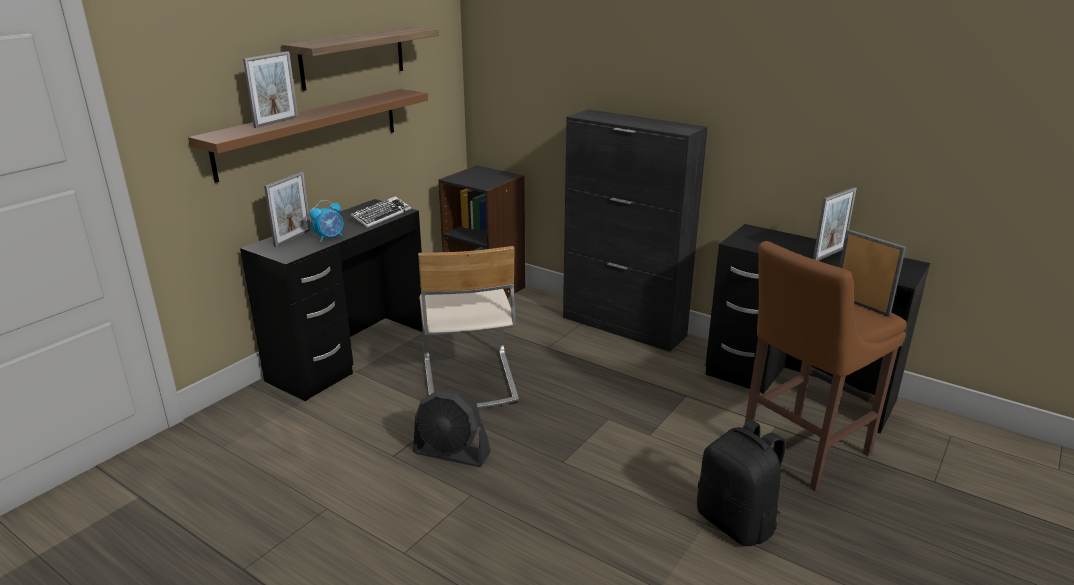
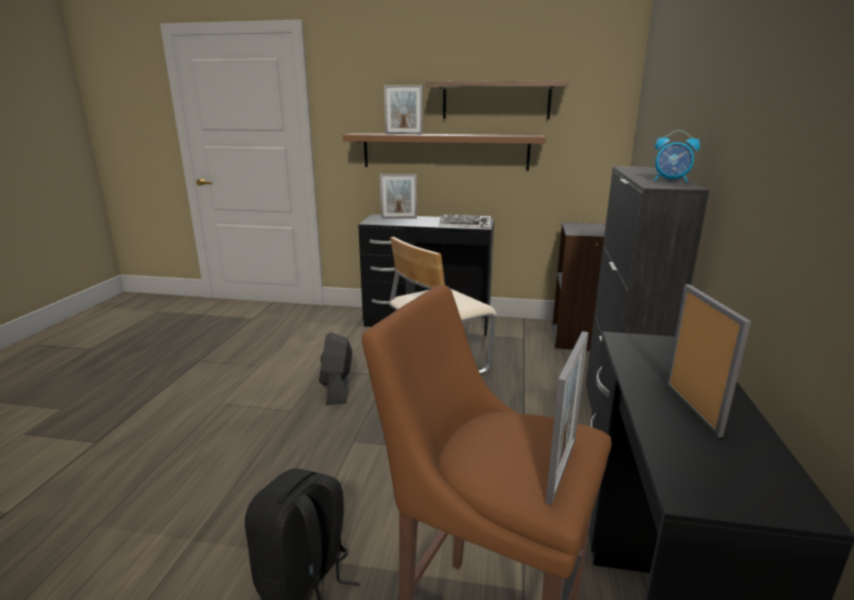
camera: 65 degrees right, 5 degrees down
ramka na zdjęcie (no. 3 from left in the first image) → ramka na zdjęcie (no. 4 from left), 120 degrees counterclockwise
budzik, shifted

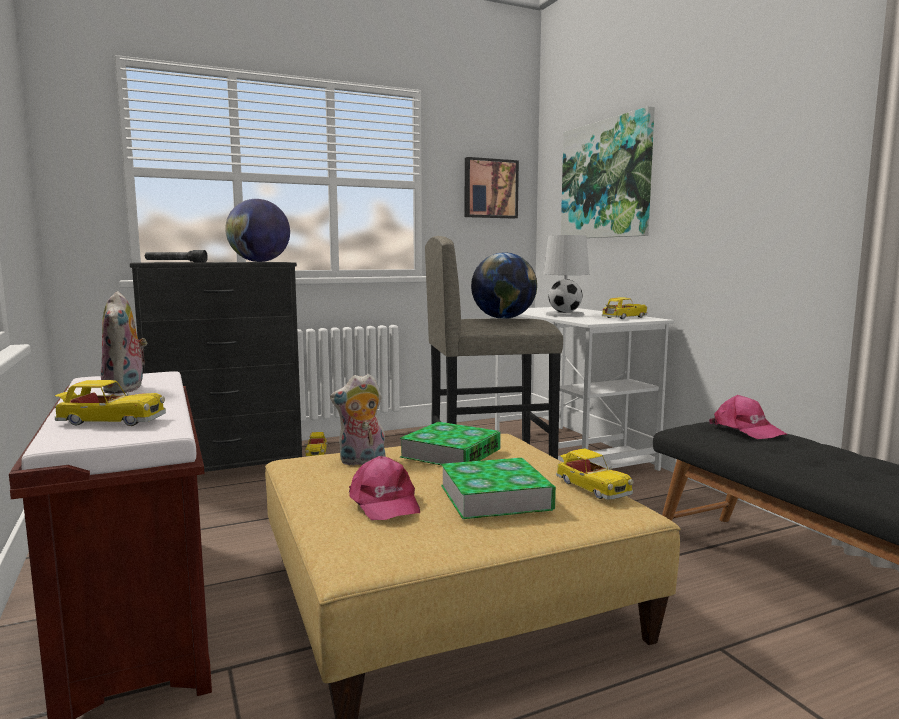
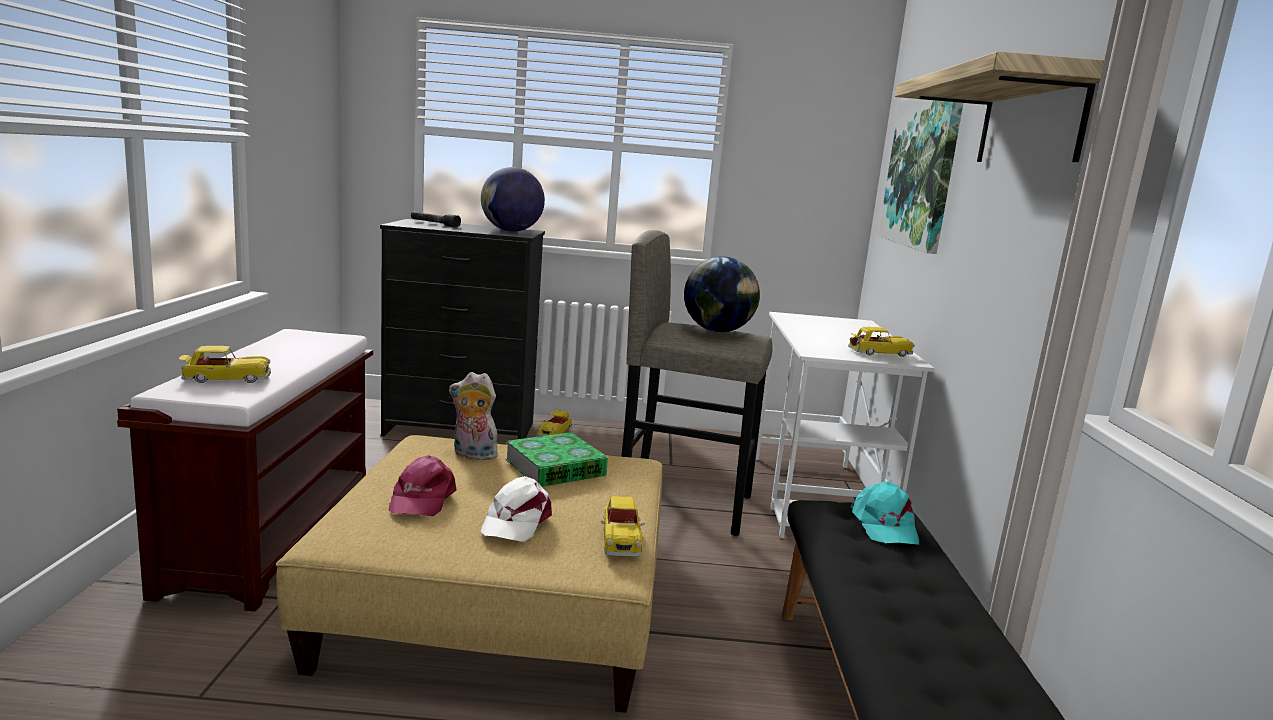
camera: 25 degrees right, 5 degrees up
obraz (no. 1 from left) → -
lampa stołowa (biały) → -
pluszak (no. 1 from left) → -
samochodzik (no. 1 from left), 45 degrees counterclockwise
czapka z daszkiem (różowy) (no. 2 from left) → czapka z daszkiem (turkusowy)
książka (no. 2 from left) → czapka z daszkiem (biały)
- → półka

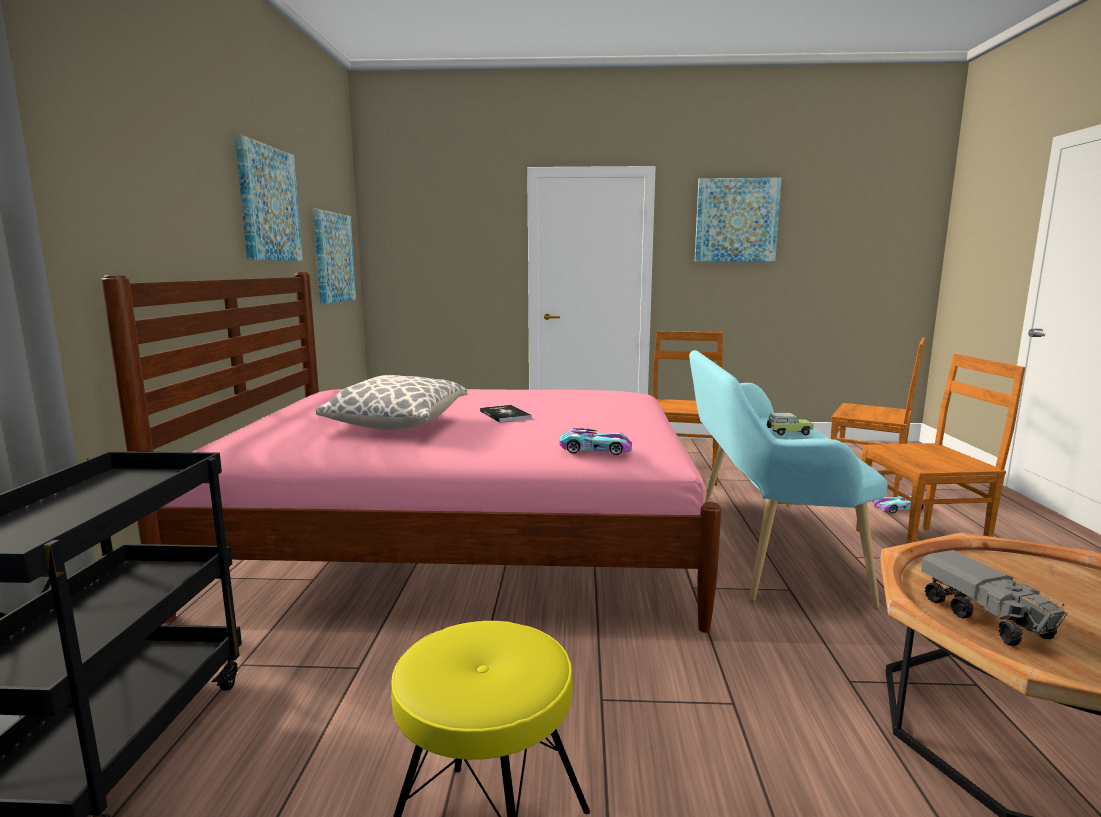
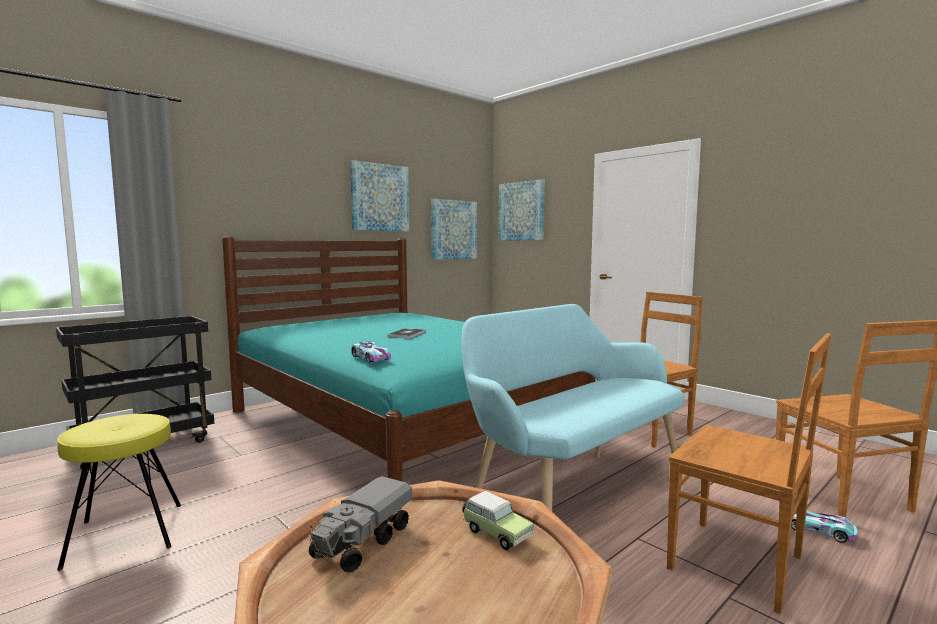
camera: 45 degrees right, 5 degrees down
obraz (no. 3 from left), shifted
łóżko (różowy) → łóżko (turkusowy)
poduszka → -
samochodzik (no. 2 from left), shifted

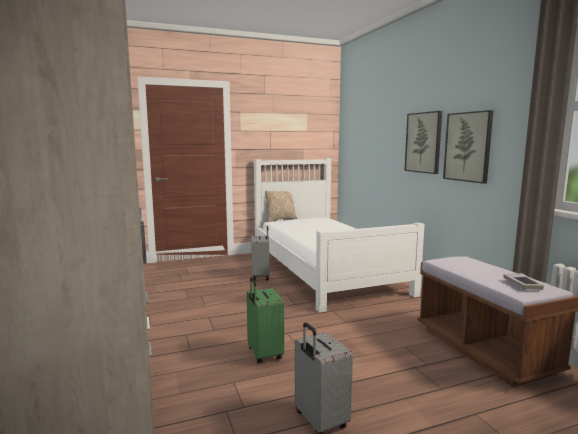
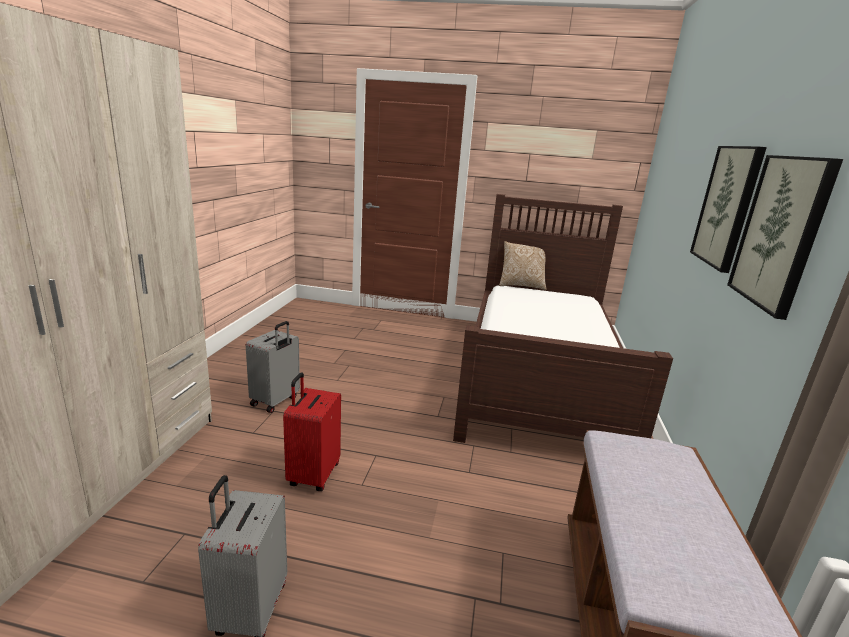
camera: 30 degrees right, 10 degrees up
łóżko (biały) → łóżko (brązowy)
walizka (szary) (no. 1 from left in the first image) → walizka (szary) (no. 2 from left), shifted
książka → -
walizka (zielony) → walizka (czerwony)

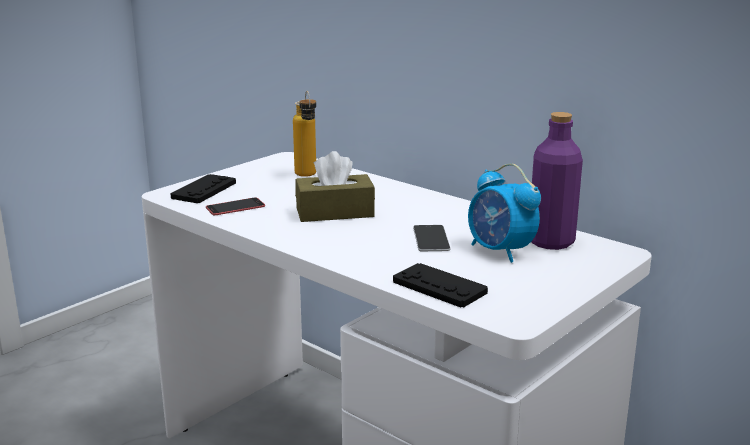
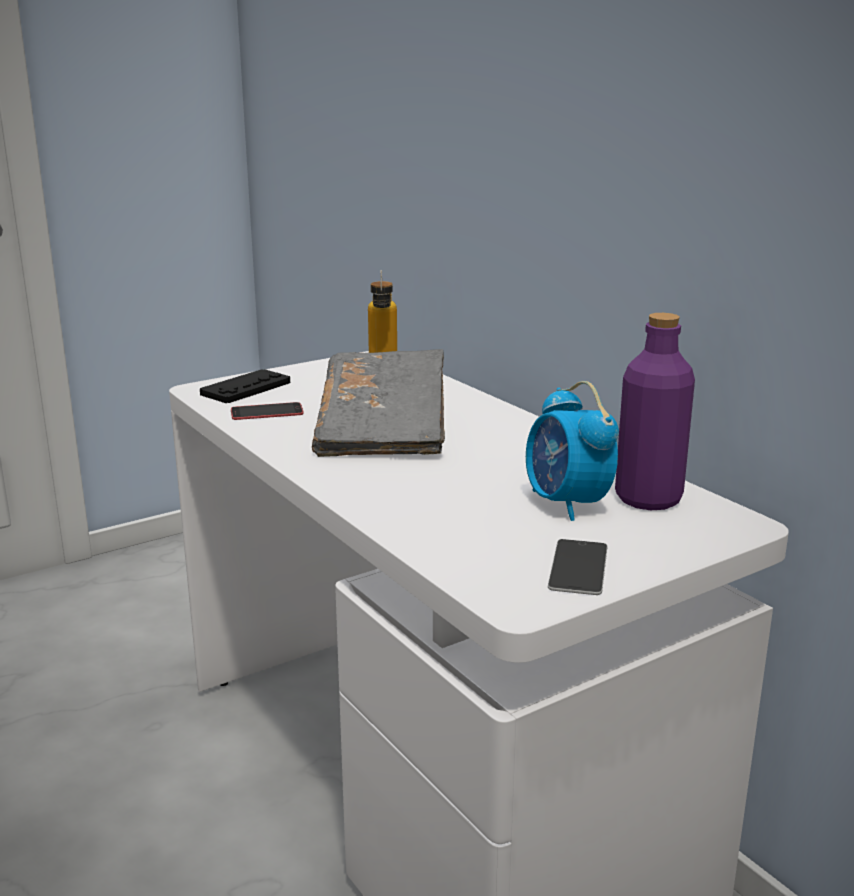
camera: 15 degrees right, 0 degrees up
pudełko chusteczek (brązowy) → książka (szary)
telefon (no. 2 from left), shifted
pad do gier (czarny) (no. 2 from left) → -

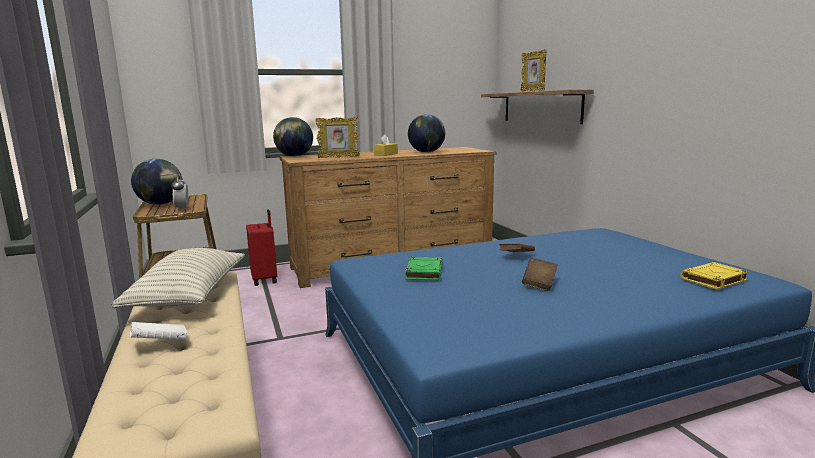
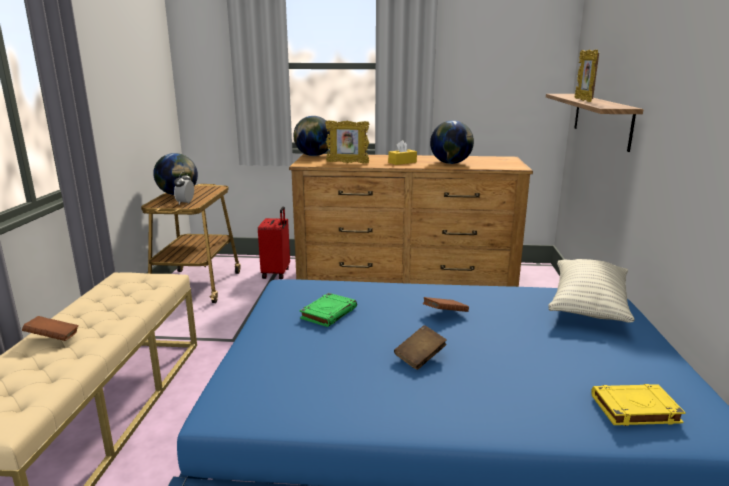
camera: 25 degrees right, 5 degrees up
poduszka, shifted
książka (biały) → książka (brązowy) (no. 1 from left)

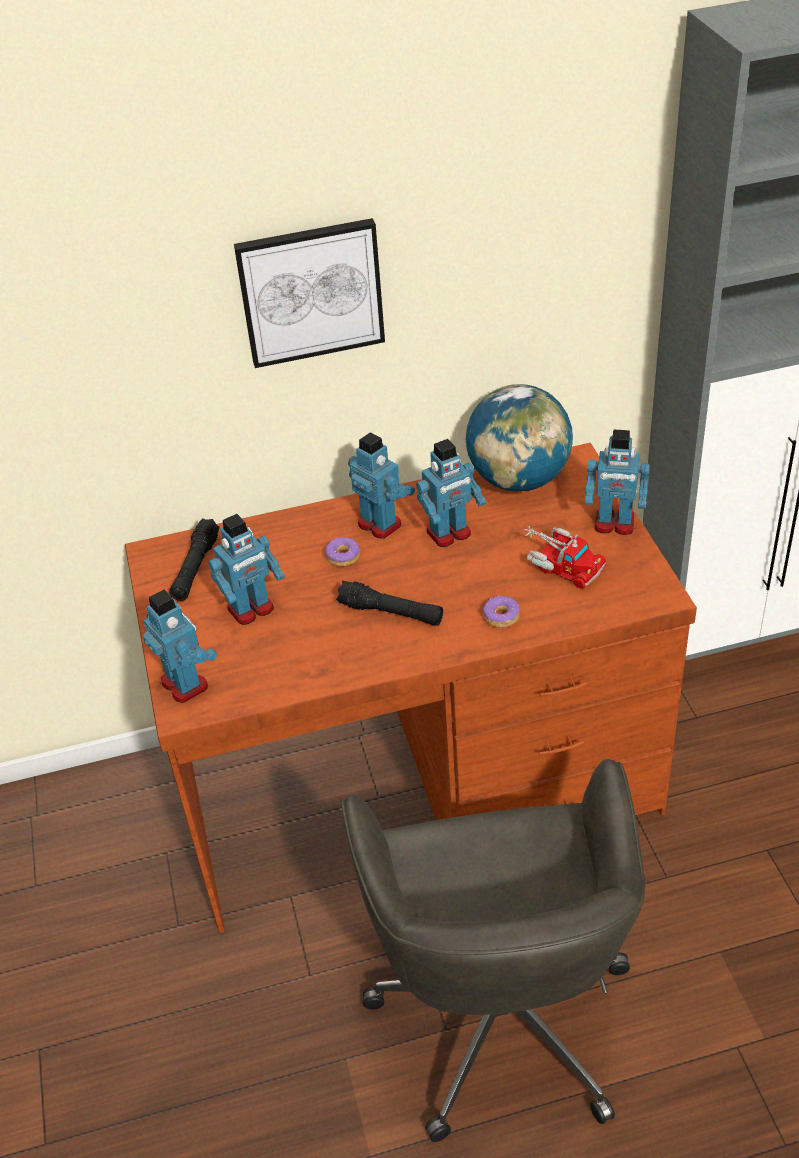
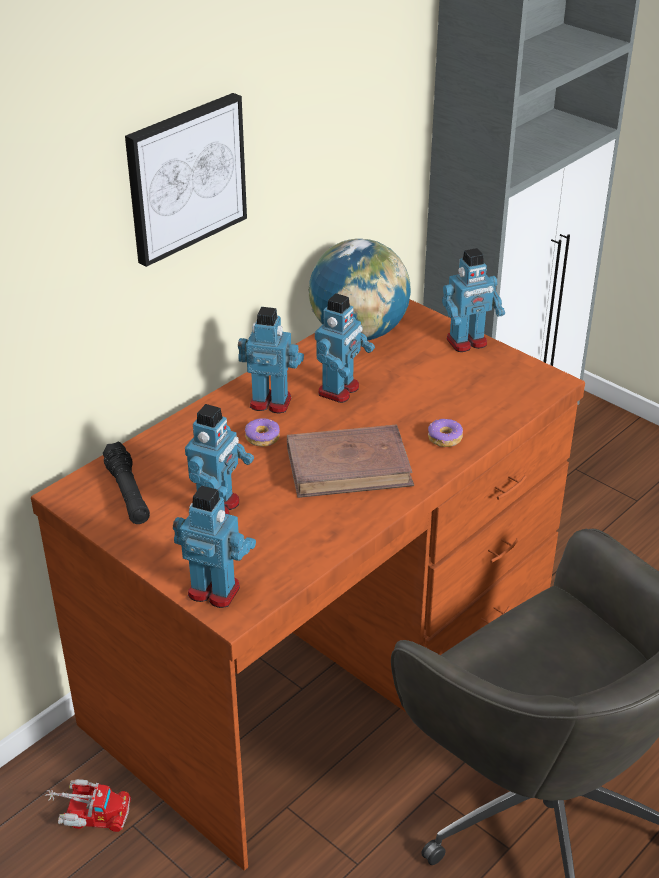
camera: 35 degrees left, 5 degrees down
ciężarówka zabawkowa, shifted
latarka (czarny) (no. 2 from left) → książka (brązowy)

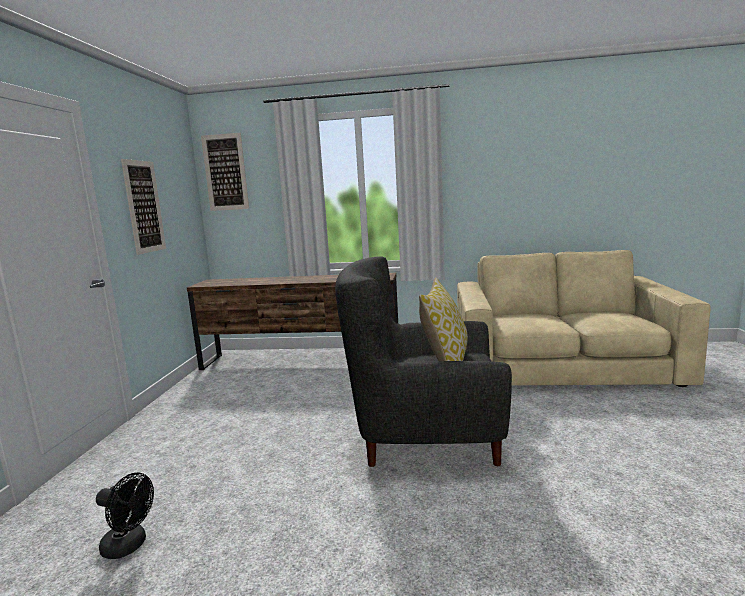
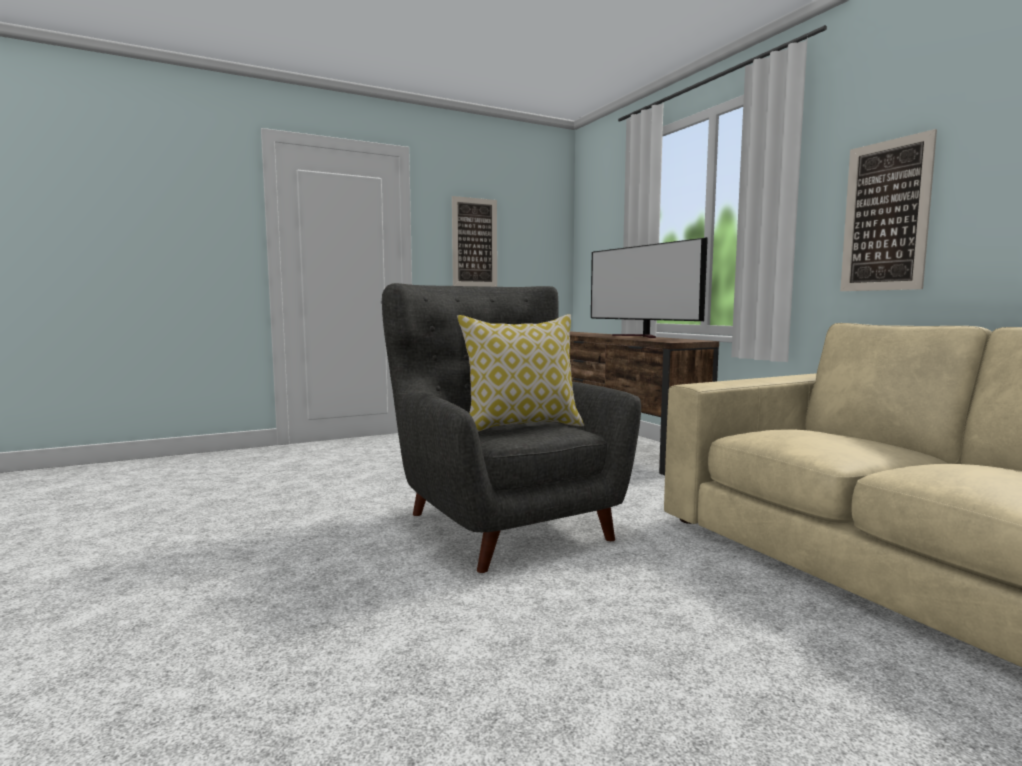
camera: 55 degrees right, 5 degrees down
obraz (no. 2 from left), shifted
wentylator (czarny) → -
- → telewizor

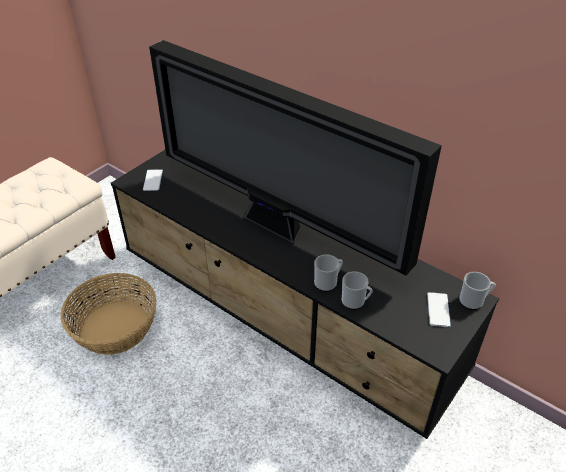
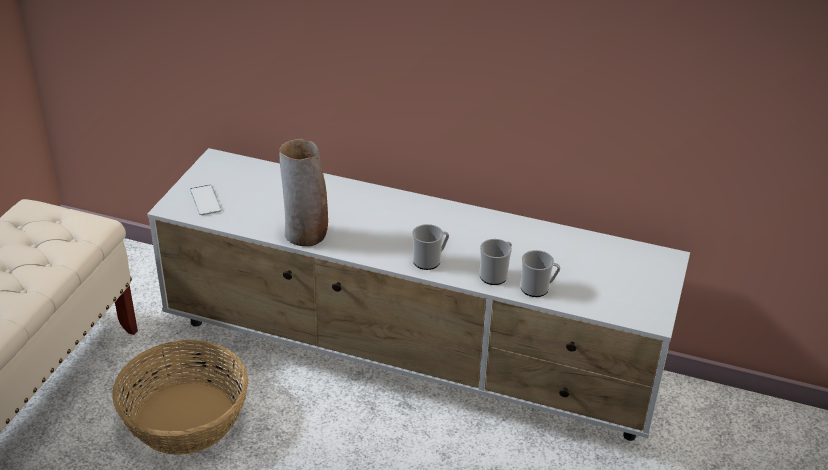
camera: 20 degrees left, 5 degrees down
telewizor → -
szafka pod telewizor (czarny) → szafka pod telewizor (biały)
kubek (no. 3 from left in the first image) → kubek (no. 1 from left), shifted
telefon (no. 2 from left) → -
- → wazon

